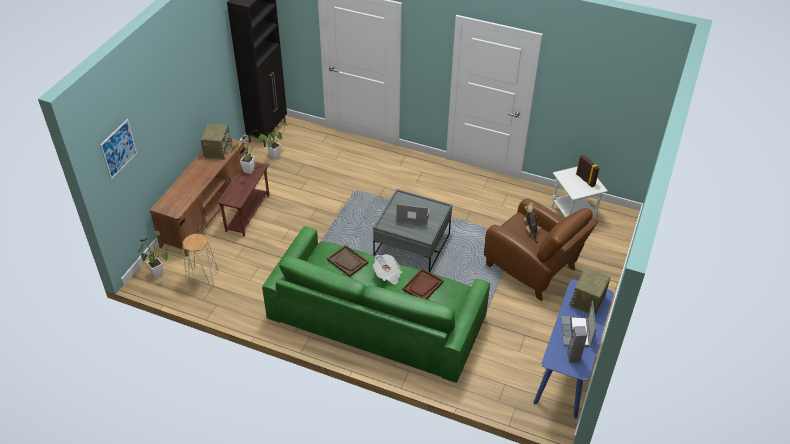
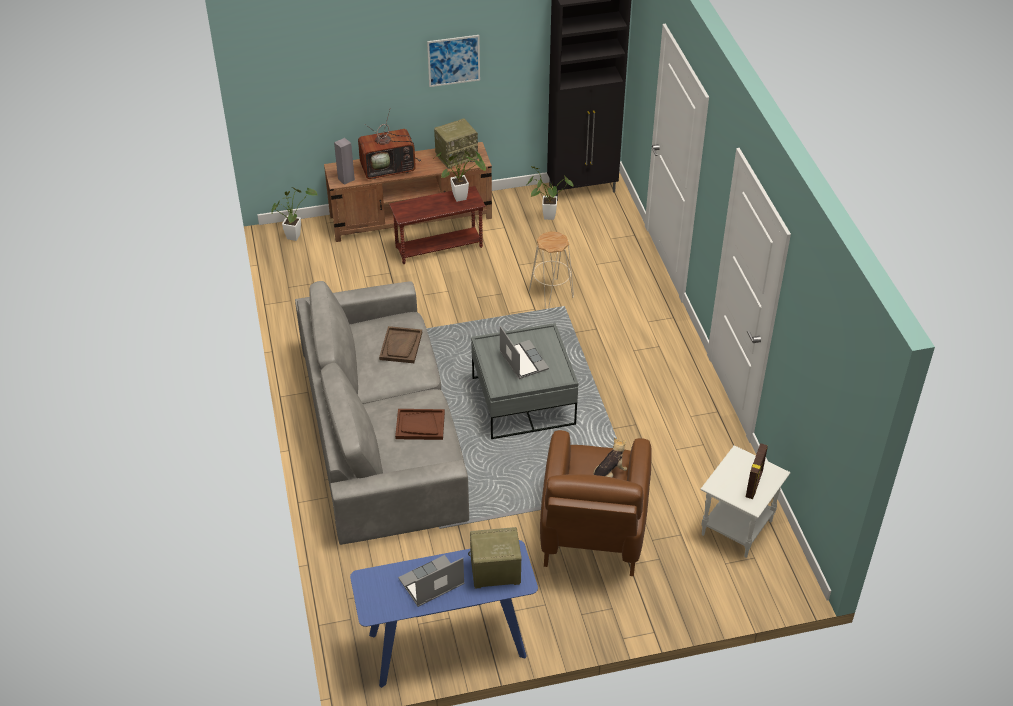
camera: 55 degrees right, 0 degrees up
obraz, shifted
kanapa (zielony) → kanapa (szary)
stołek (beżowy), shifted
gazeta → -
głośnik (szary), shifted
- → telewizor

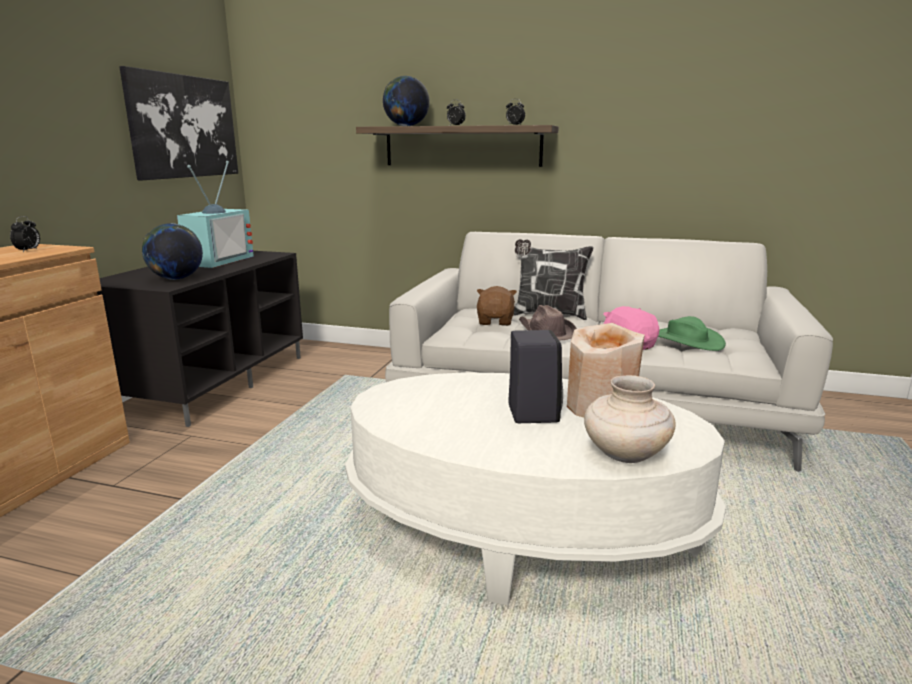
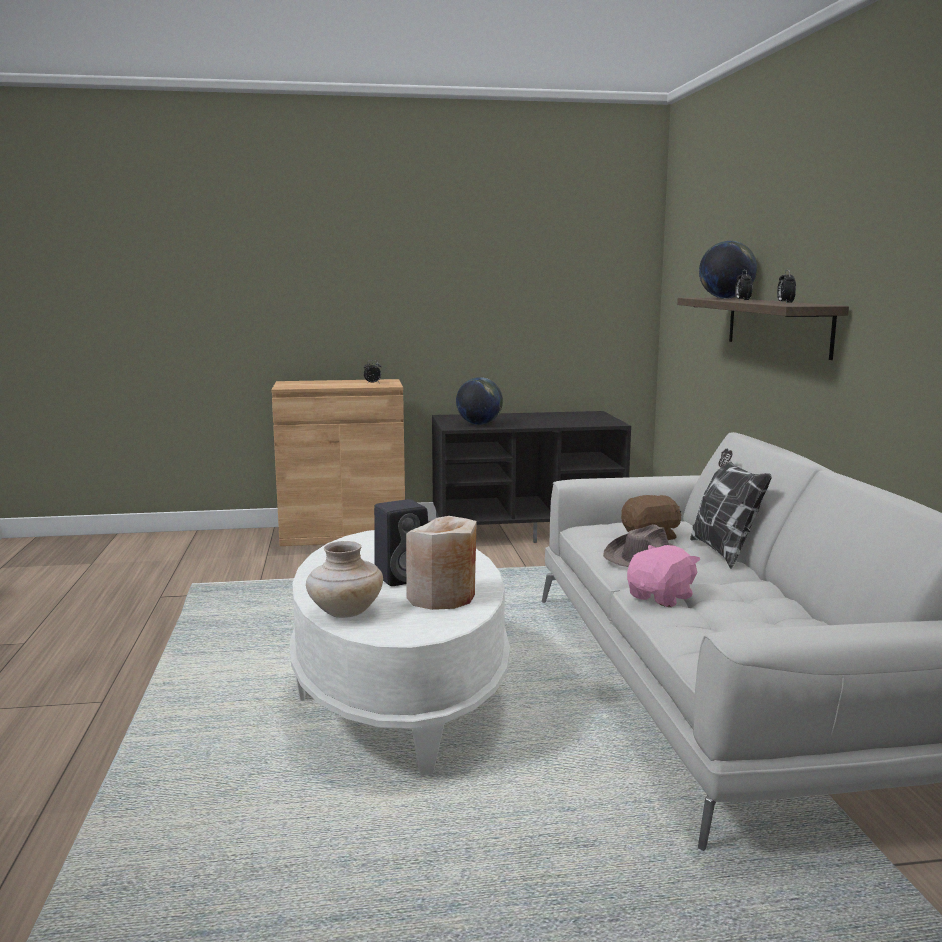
camera: 65 degrees right, 5 degrees down
obraz → -
telewizor → -
kapelusz (zielony) → -

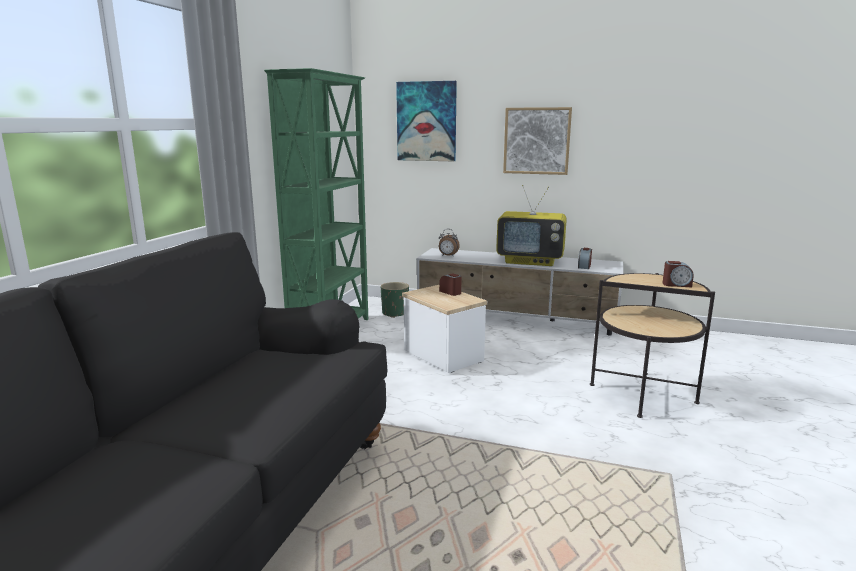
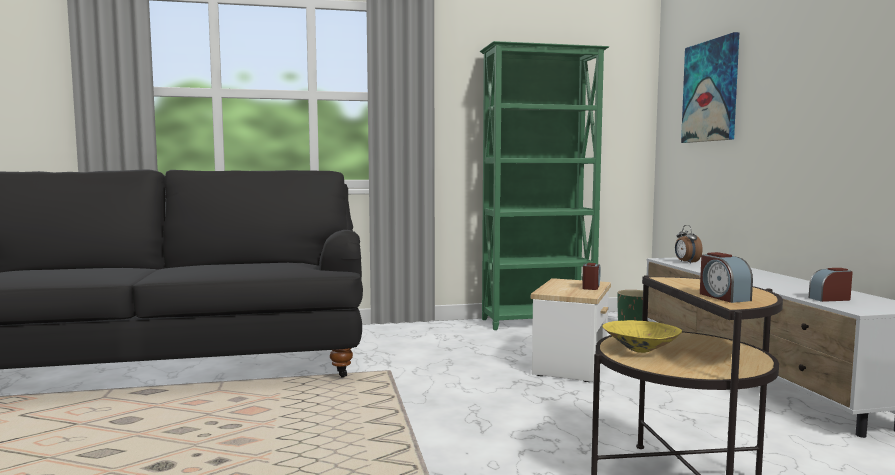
camera: 60 degrees right, 10 degrees down
obraz (no. 2 from left) → -
telewizor → -
- → miska (żółty)

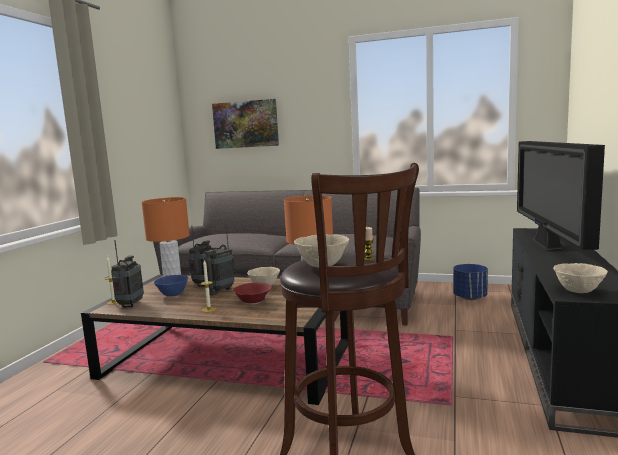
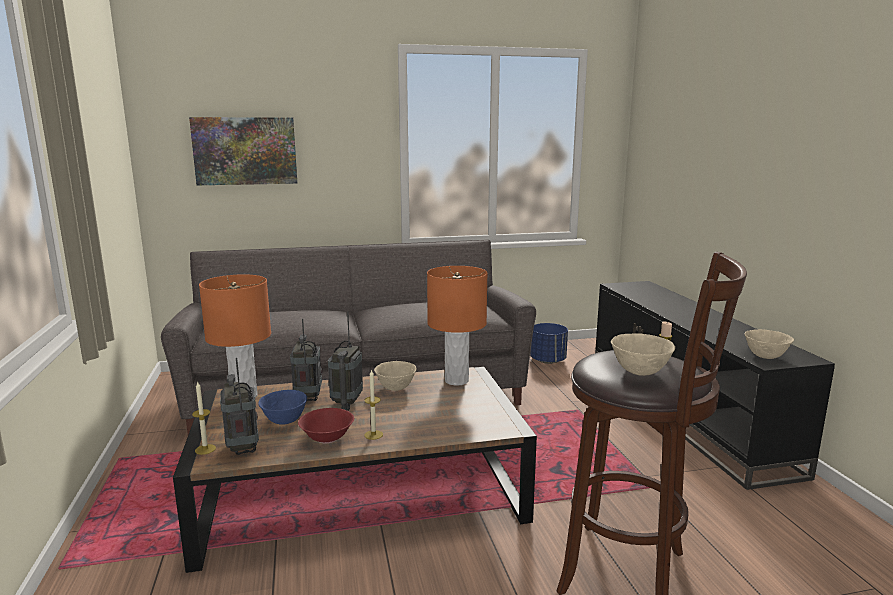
camera: 30 degrees left, 5 degrees up
telewizor → -
miska (czerwony), shifted

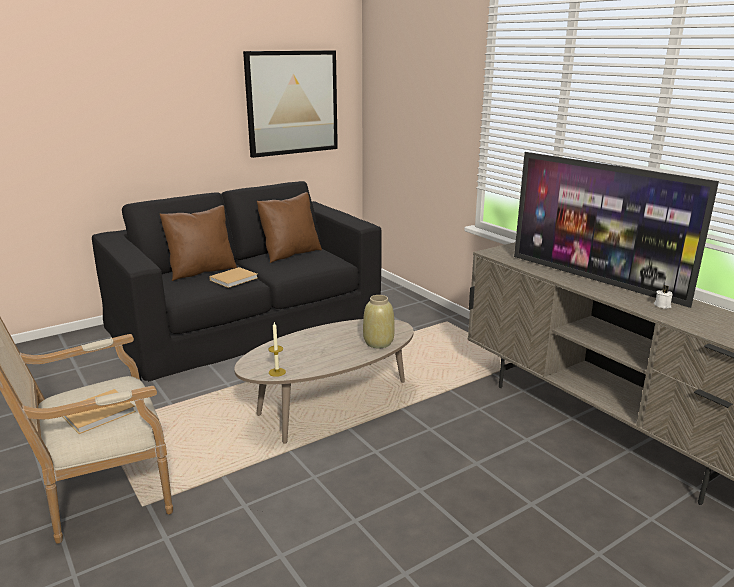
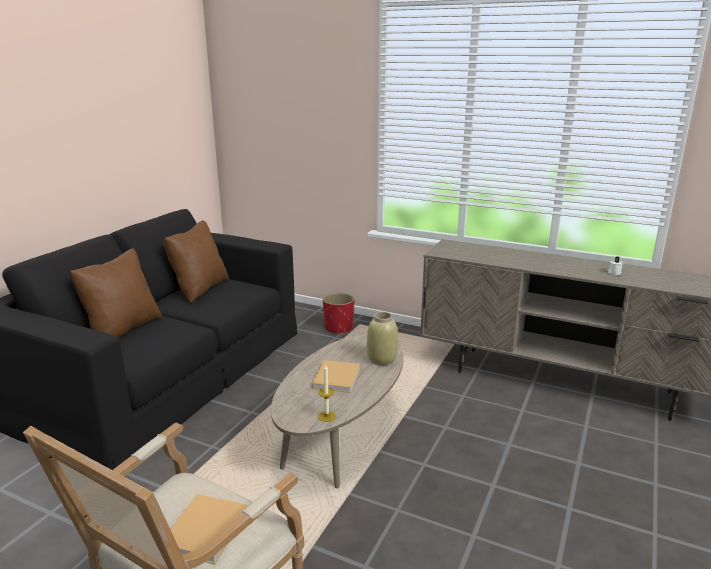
camera: 30 degrees left, 0 degrees up
obraz → -
telewizor → -
książka (beżowy) (no. 2 from left), shifted
- → donica (czerwony)

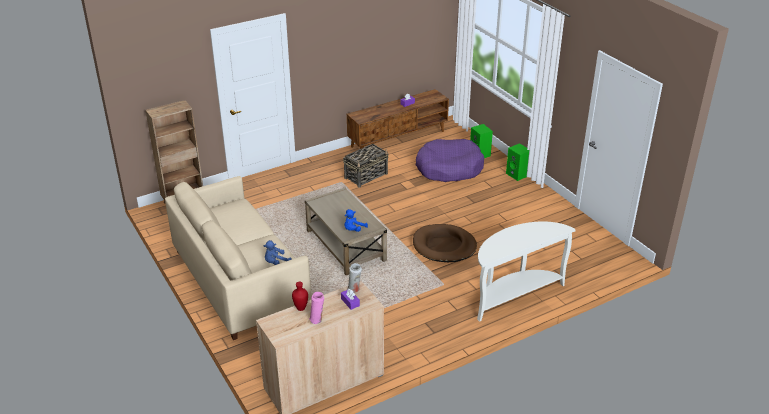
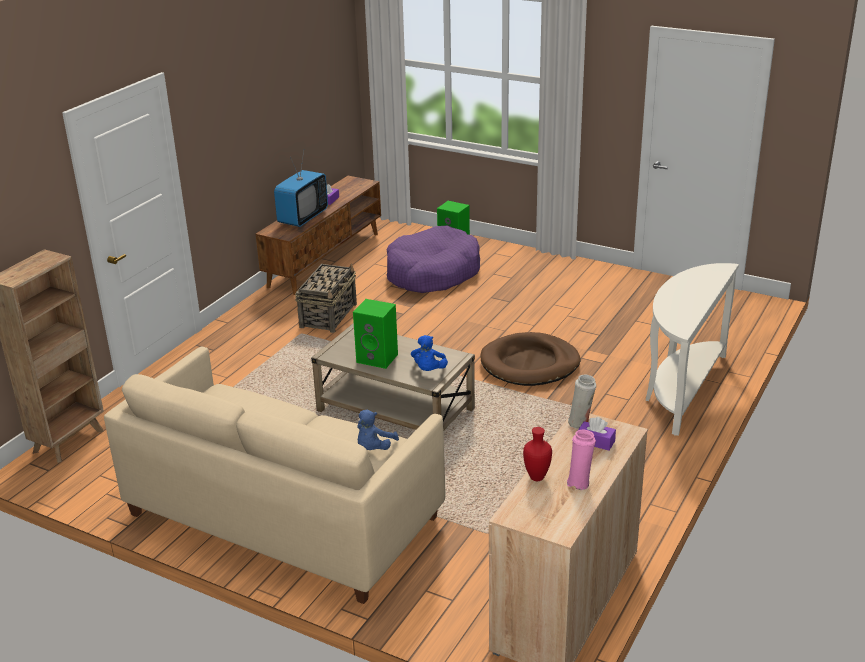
camera: 30 degrees left, 5 degrees down
głośnik (zielony) (no. 2 from left in the first image) → głośnik (zielony) (no. 1 from left), shifted
- → telewizor

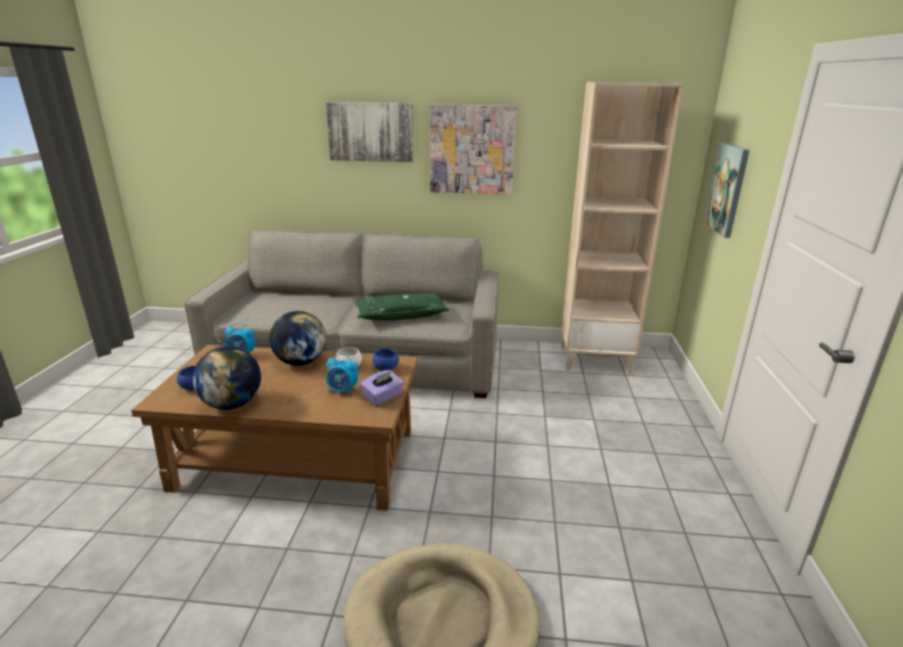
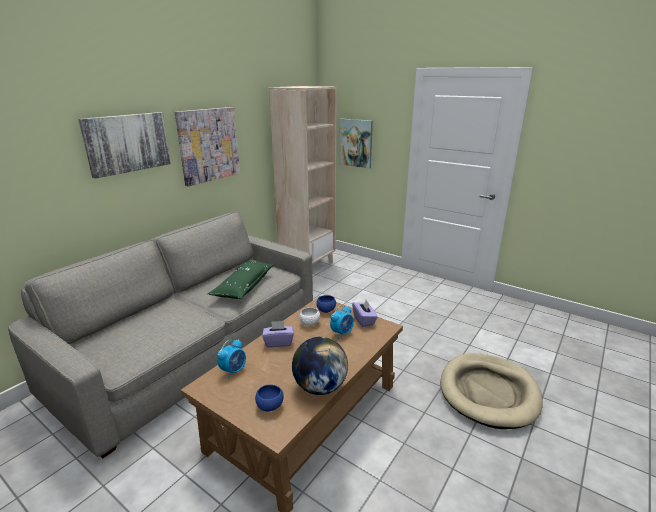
camera: 60 degrees left, 0 degrees up
globus (no. 2 from left) → pudełko chusteczek (fioletowy) (no. 1 from left)

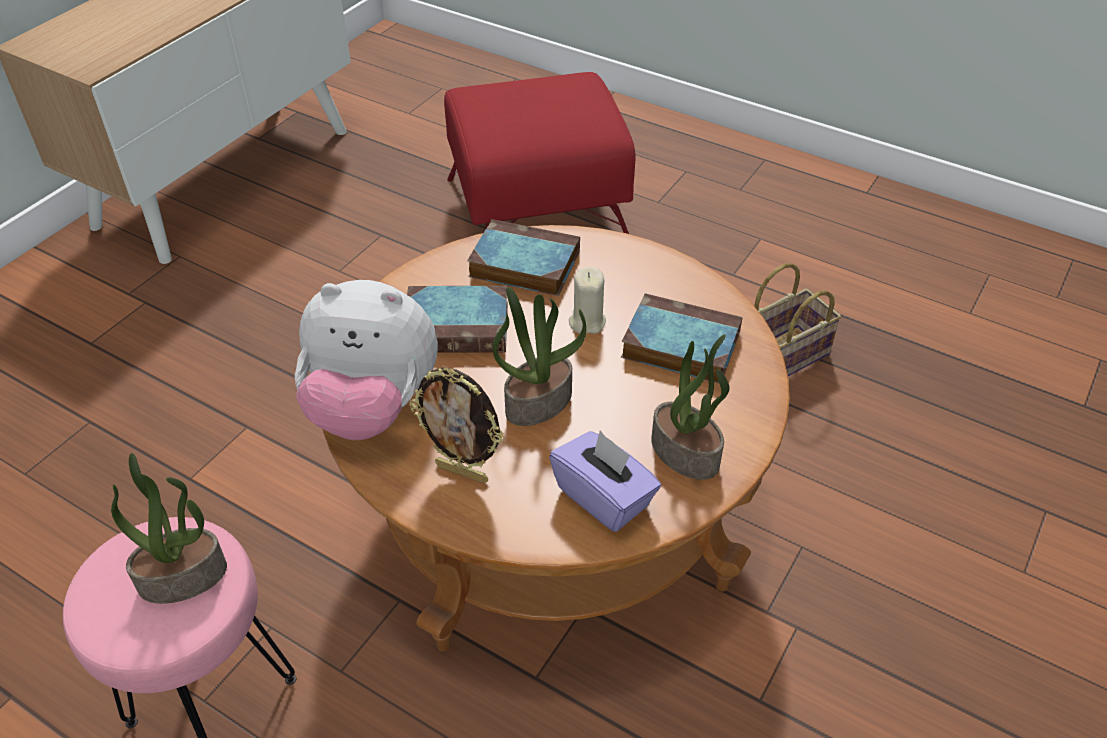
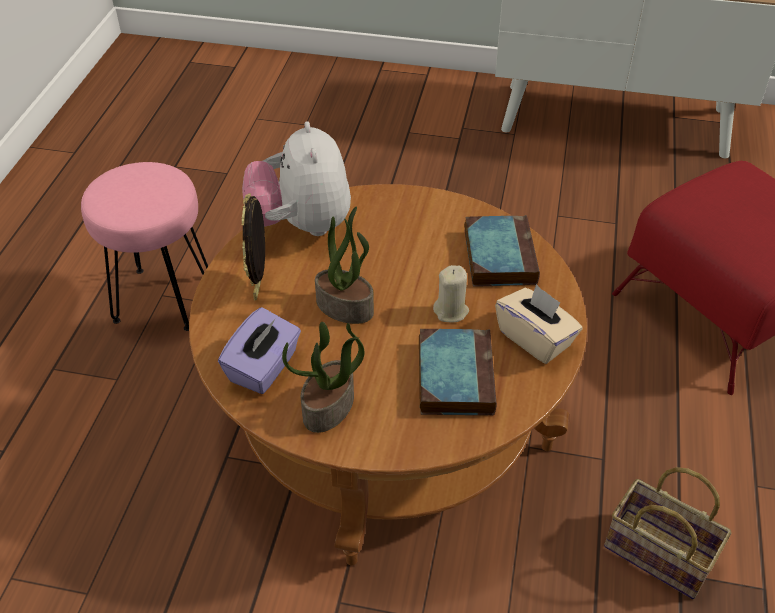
camera: 70 degrees right, 0 degrees up
książka (no. 1 from left) → -
roślina doniczkowa (no. 1 from left) → -
- → pudełko chusteczek (beżowy)

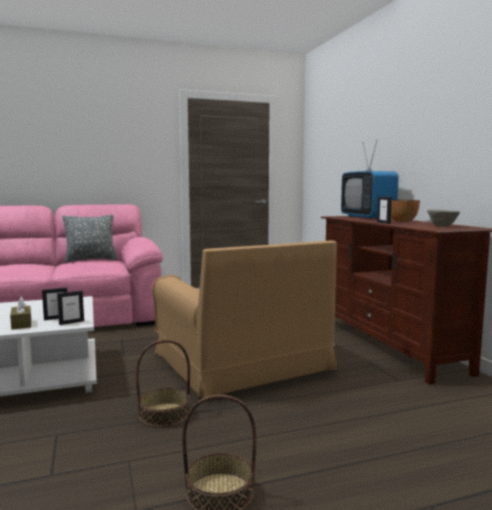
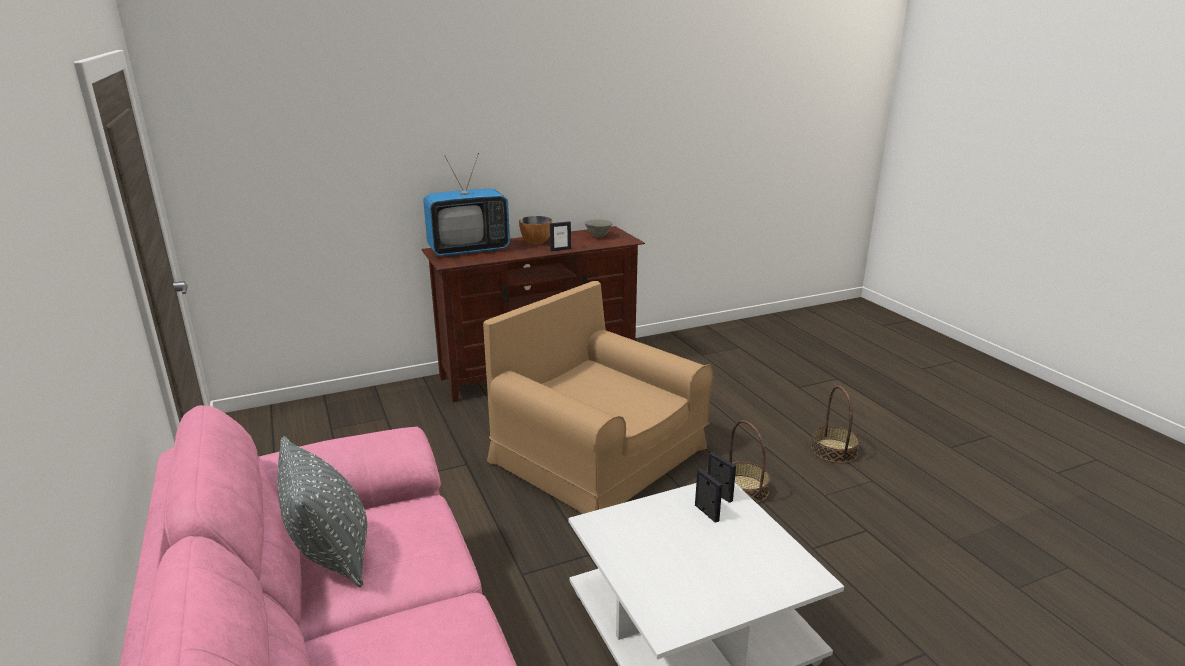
camera: 95 degrees left, 15 degrees up
fotel (brązowy), 105 degrees counterclockwise
pudełko chusteczek (brązowy) → -

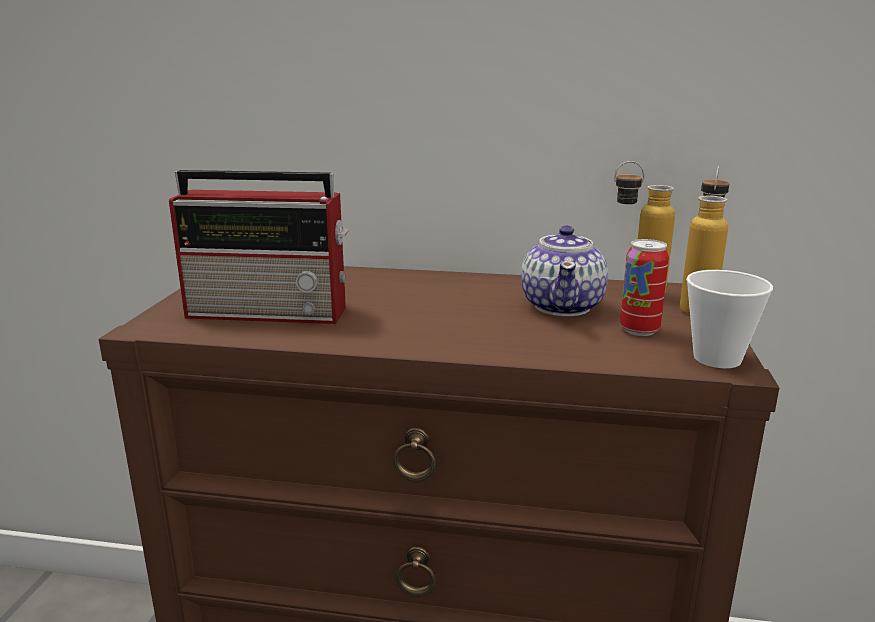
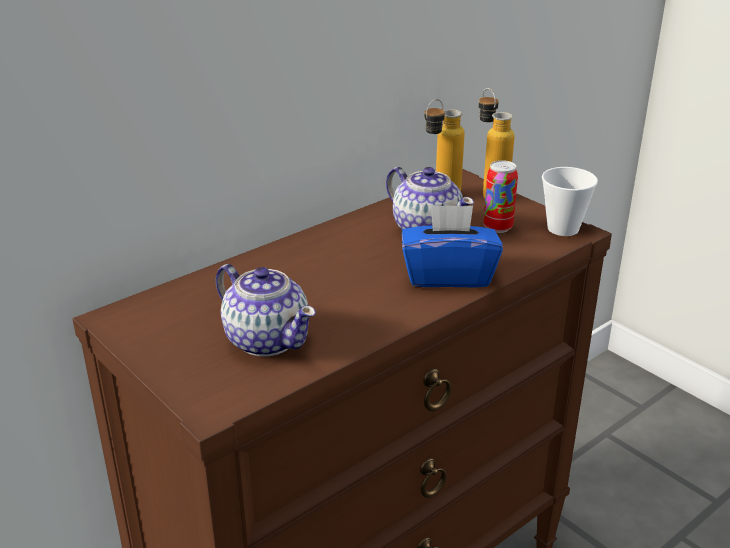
camera: 50 degrees left, 10 degrees up
radio → imbryk (no. 1 from left)
- → pudełko chusteczek (niebieski)

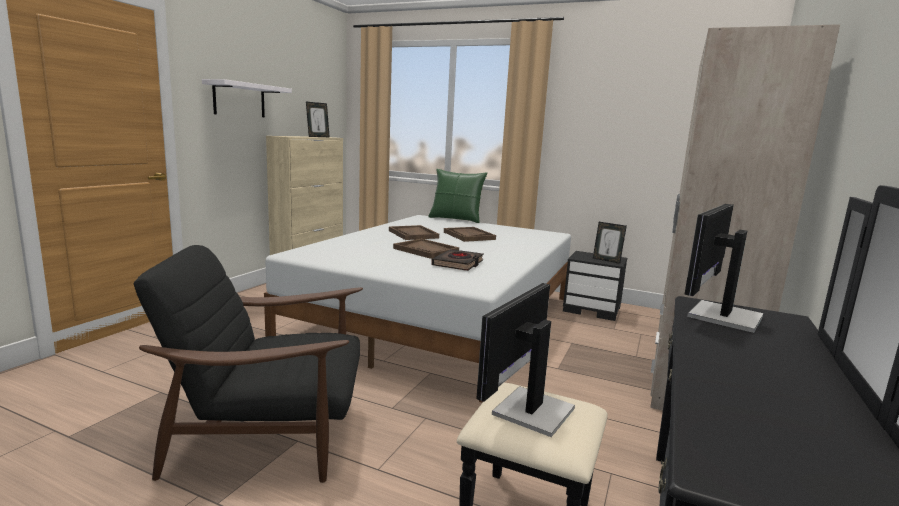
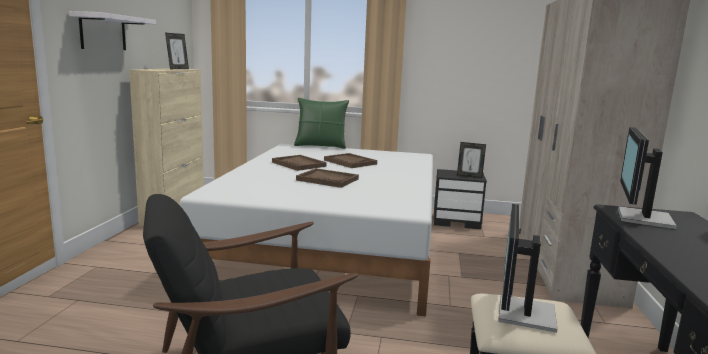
camera: 15 degrees left, 0 degrees up
książka (czarny) → -

